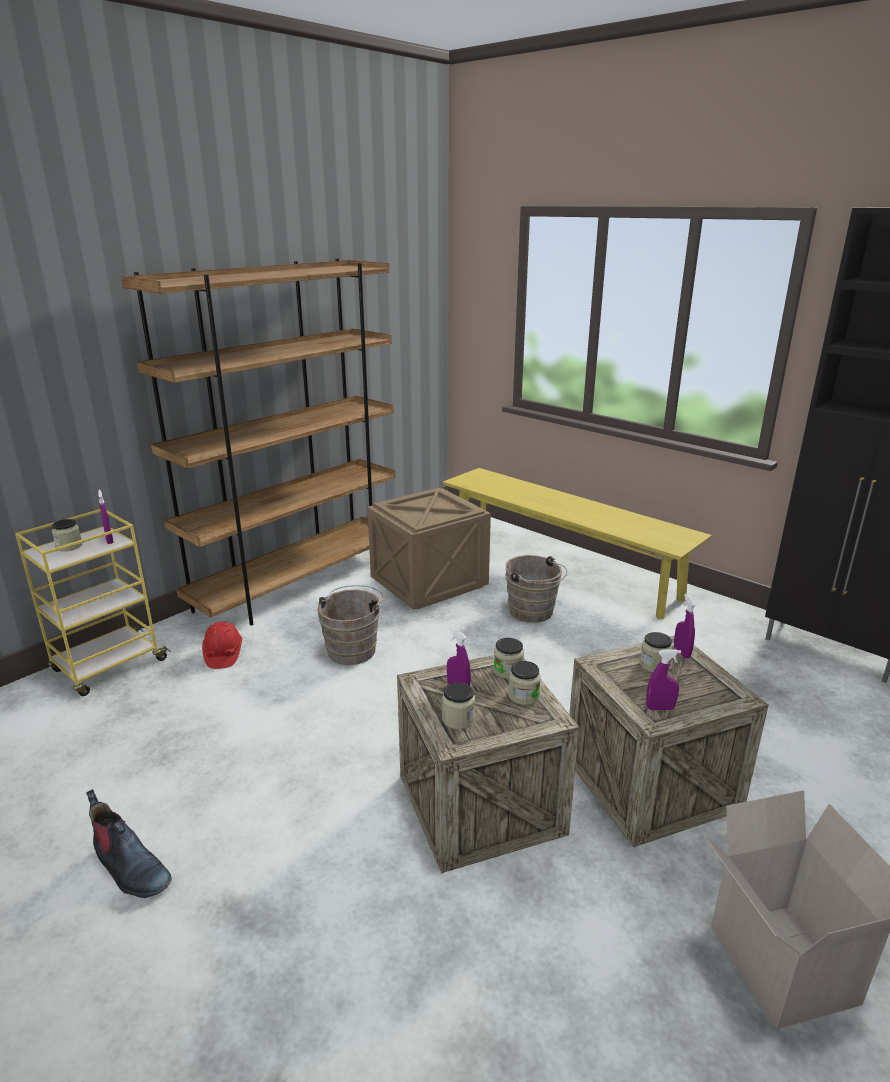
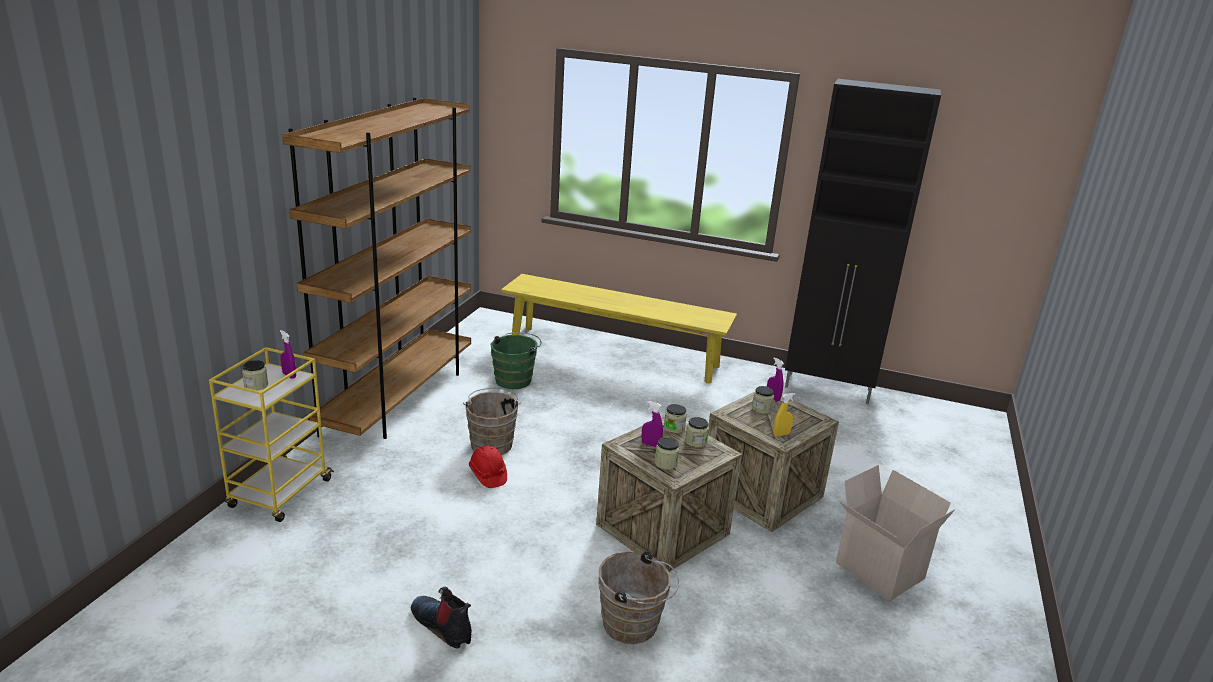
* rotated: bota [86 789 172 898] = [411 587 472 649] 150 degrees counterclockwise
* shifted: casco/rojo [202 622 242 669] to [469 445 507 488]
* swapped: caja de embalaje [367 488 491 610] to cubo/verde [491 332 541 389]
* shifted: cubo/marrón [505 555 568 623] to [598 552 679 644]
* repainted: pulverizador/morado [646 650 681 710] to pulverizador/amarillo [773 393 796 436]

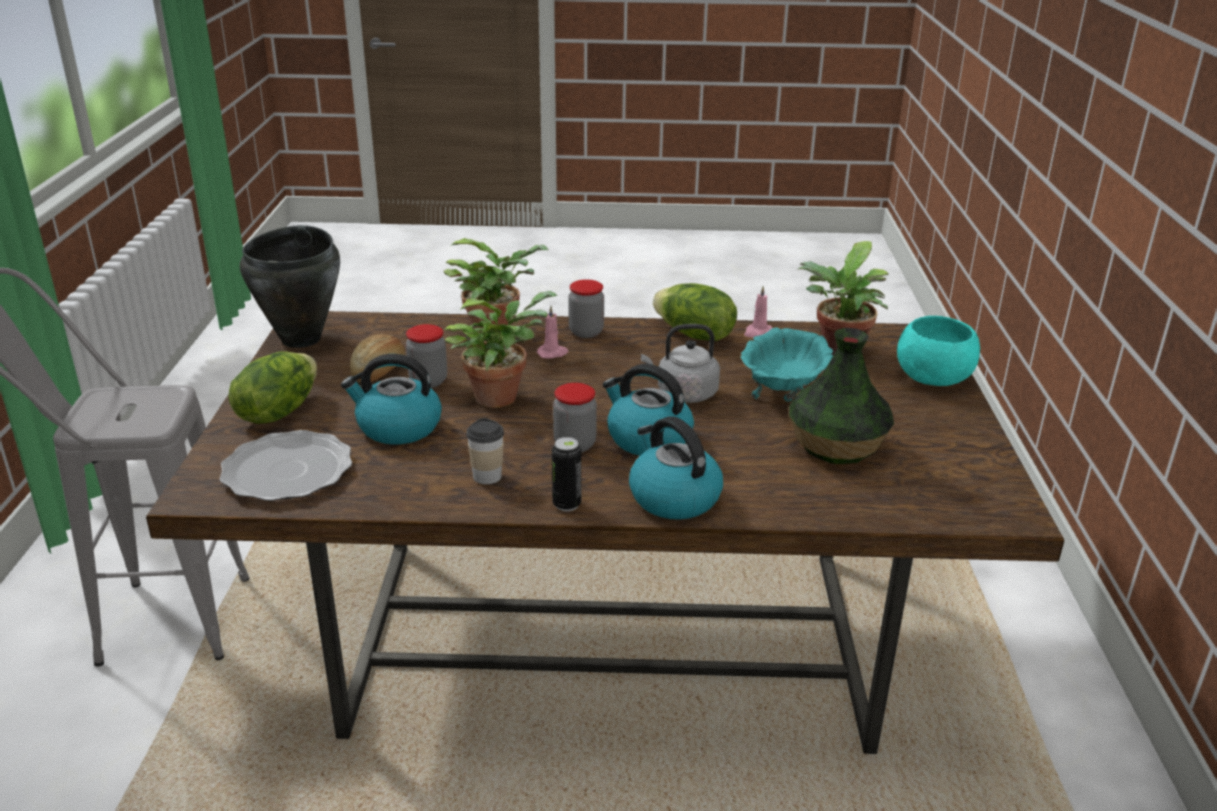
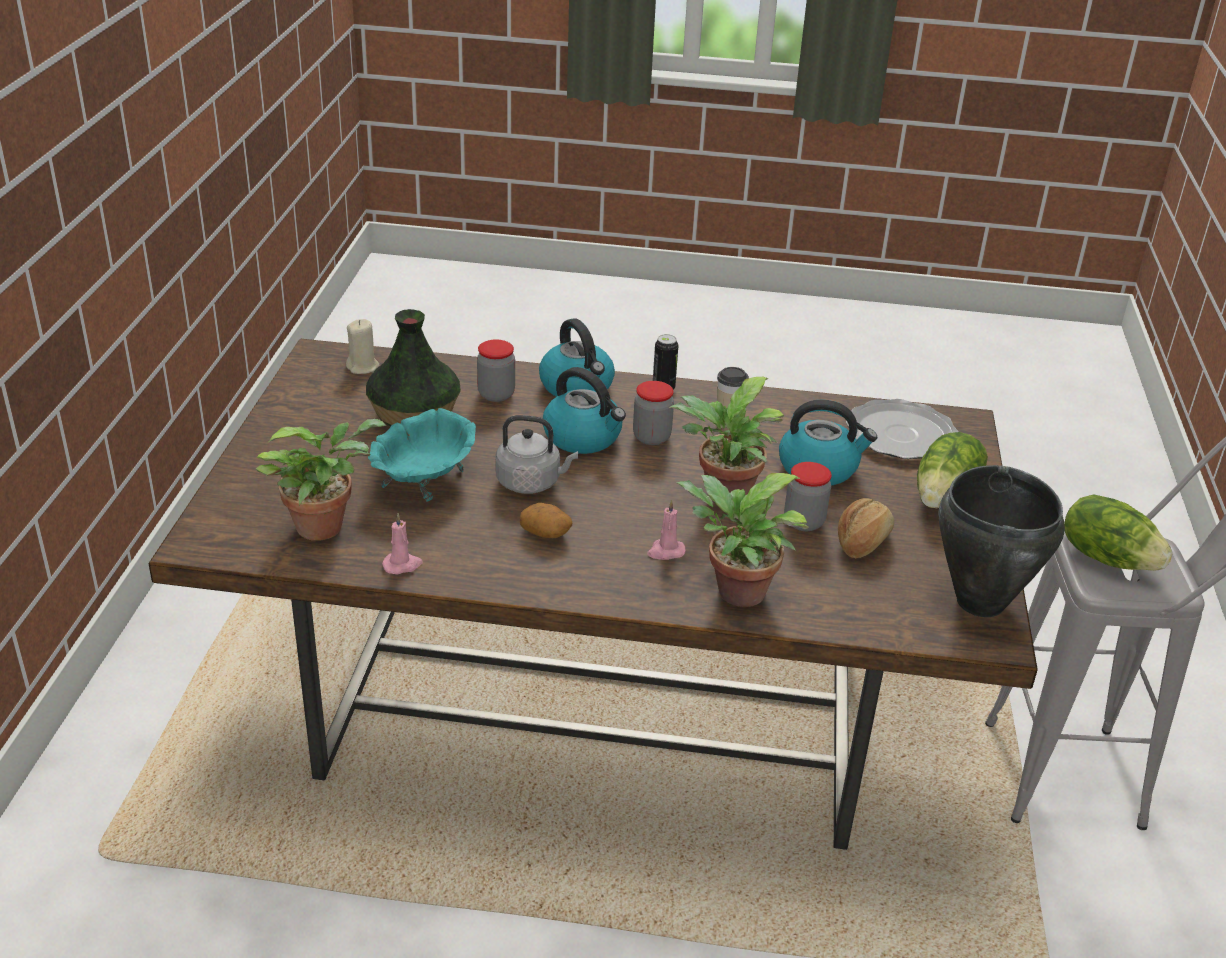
* shifted: tarro [568 279 604 338] to [477 339 515 402]
* shifted: lechuga [653 283 737 341] to [1064 494 1173 571]
* gone: cuenco/turquesa [897 316 980 386]
* new: vela/beis [346 319 380 374]
* new: patata [520 503 572 538]

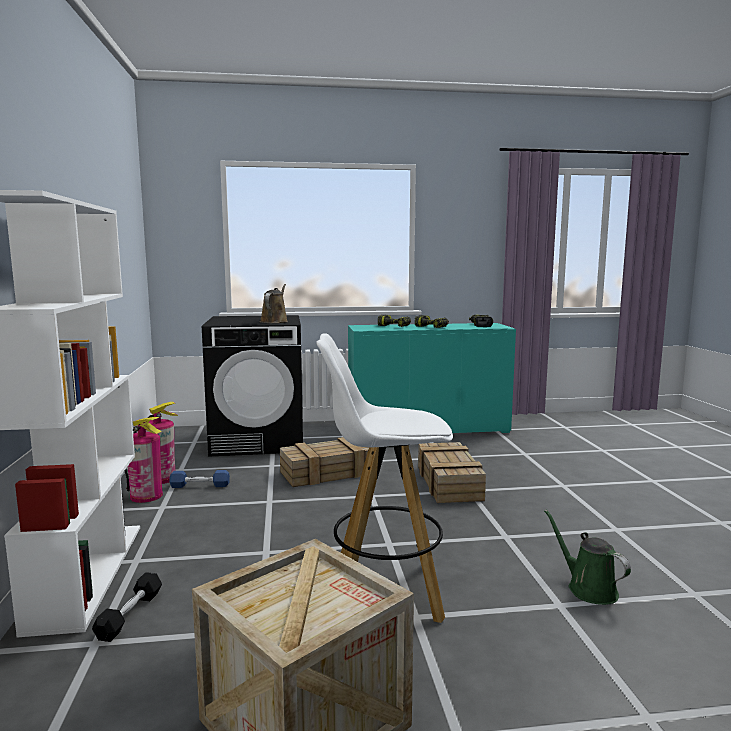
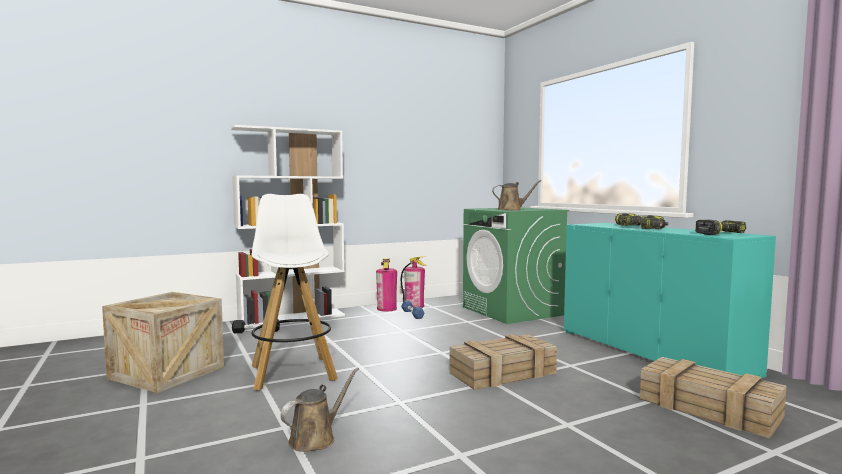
* repainted: lavadora/negro [202 315 303 457] to lavadora/verde [463 207 569 324]
* shifted: caja de embalaje [280 437 369 487] to [640 357 786 438]
* repainted: regadera/verde [544 510 631 605] to regadera/marrón [280 367 359 452]

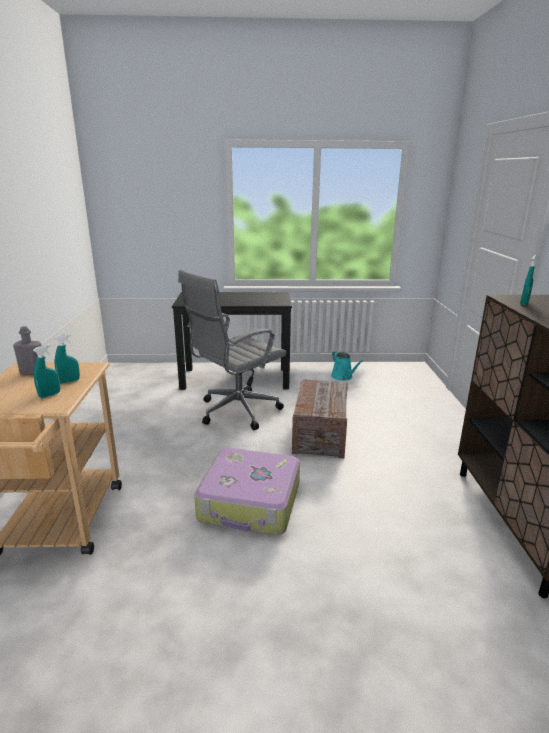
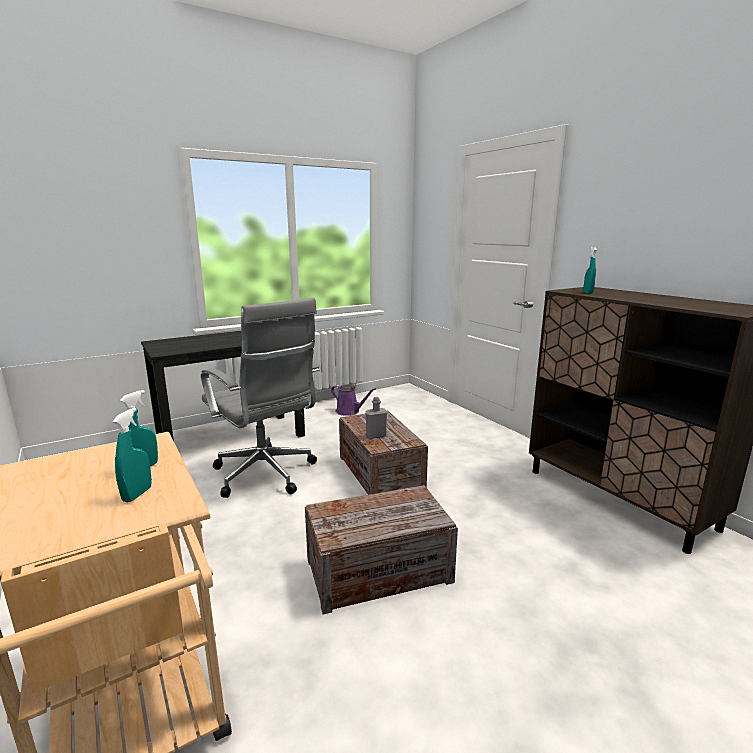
* shifted: botella/gris [13 326 41 375] to [365 397 387 439]
* rotated: silla de oficina/gris [178 270 286 430] = [201 298 320 498] 60 degrees counterclockwise
* swapped: maleta [194 448 300 535] to caja de embalaje [305 485 458 614]
* repainted: regadera/turquesa [331 351 363 381] to regadera/morado [331 385 376 416]

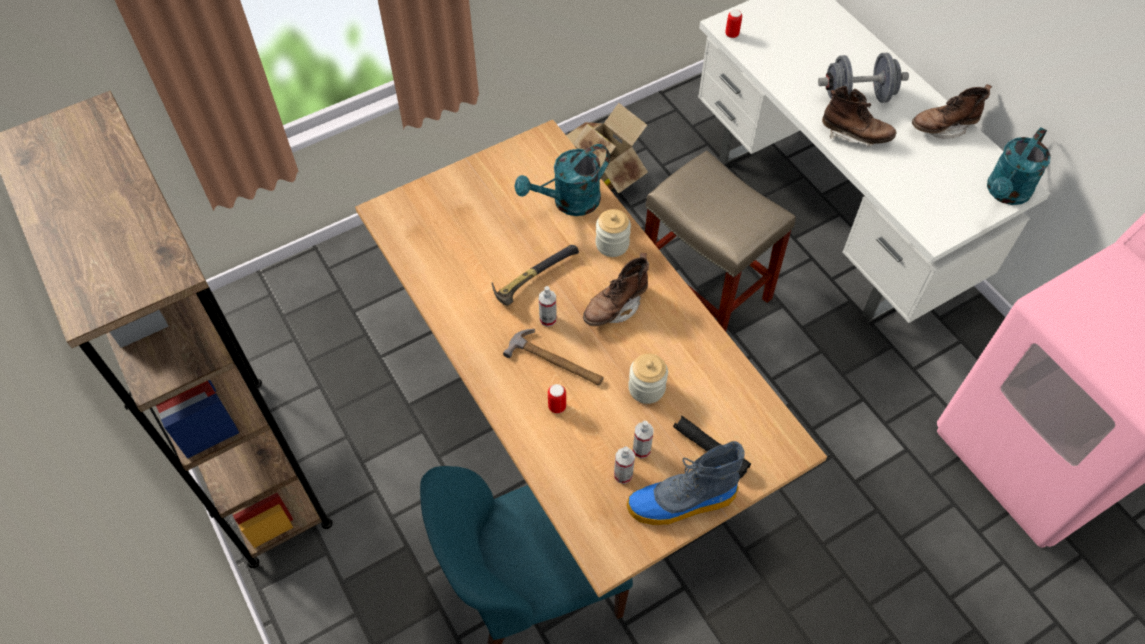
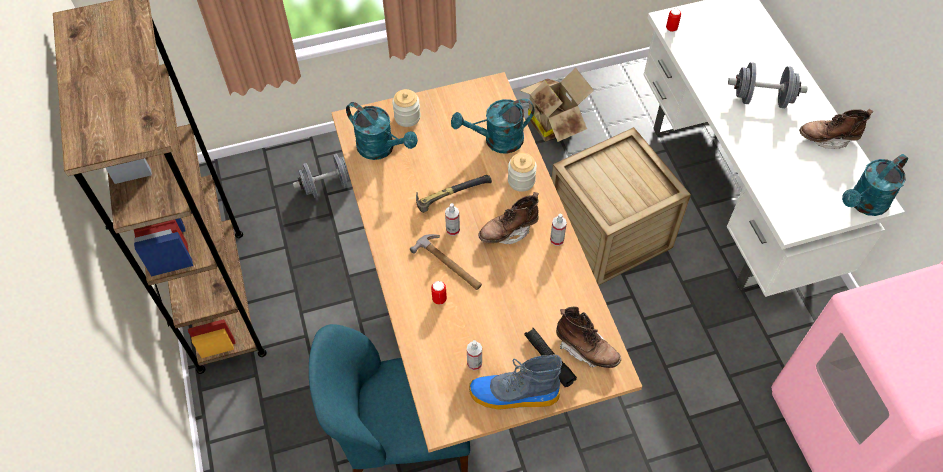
* shifted: tarro [628 354 668 404] to [392 89 421 127]
* shifted: pulverizador [633 421 654 459] to [550 214 567 246]
* swapped: taburete/beis [645 151 795 332] to caja de embalaje [551 127 691 286]
* shifted: bota/marrón [822 86 897 147] to [556 306 621 368]
* new: mancuerna/gris [293 154 351 198]
* new: regadera/turquesa [346 102 418 160]

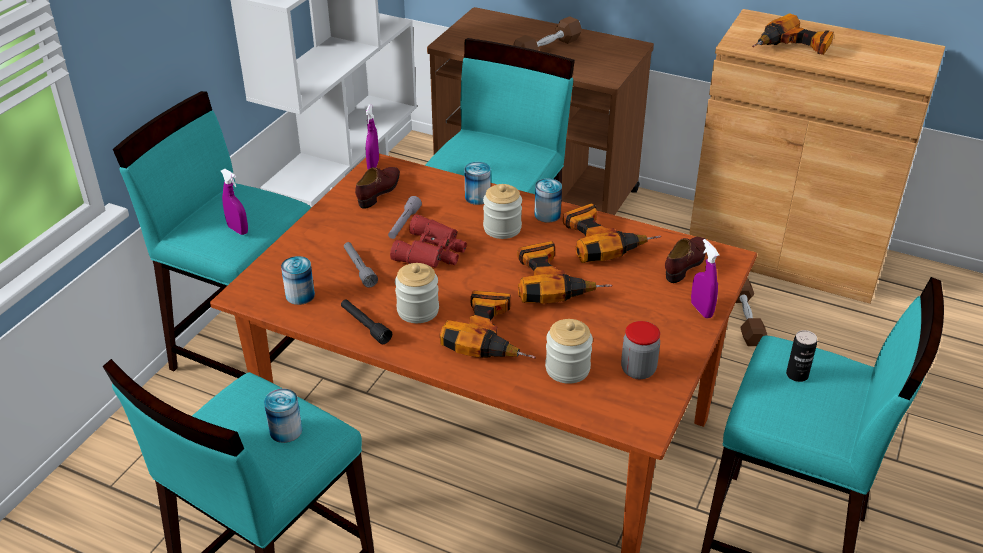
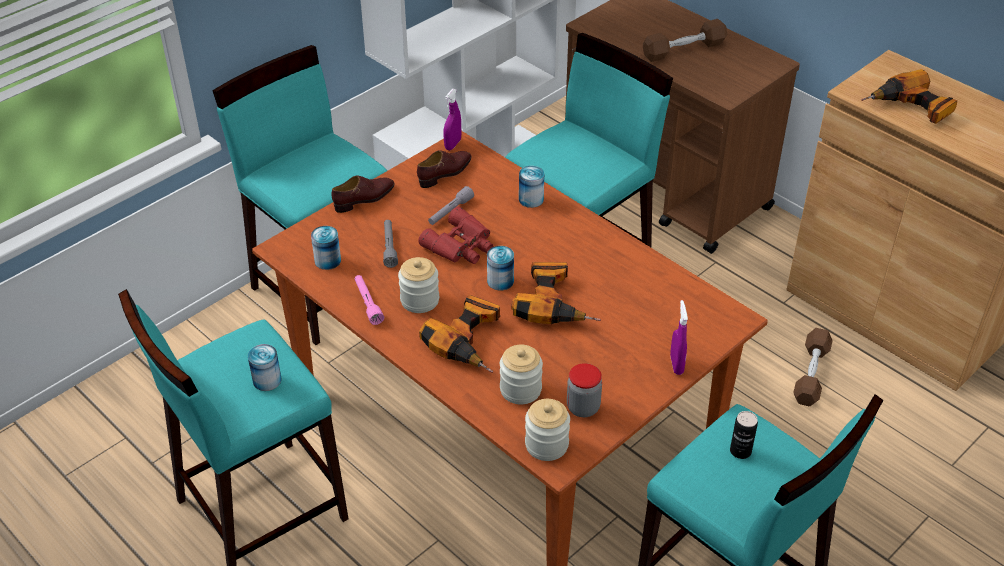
* gone: pulverizador/morado [221 169 248 235]
* repainted: linterna/negro [341 299 392 344] to linterna/rosa [355 275 384 325]
* shifted: tarro [483 184 522 239] to [525 399 570 461]
* shifted: lata [534 178 562 223] to [487 246 514 291]
* gone: taladro [563 203 661 263]
* shifted: zapato/marrón [665 237 706 283] to [332 175 395 213]

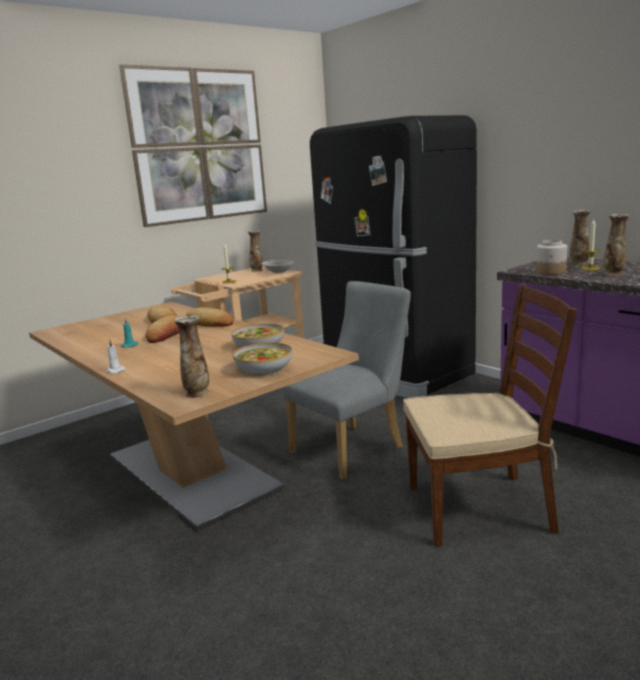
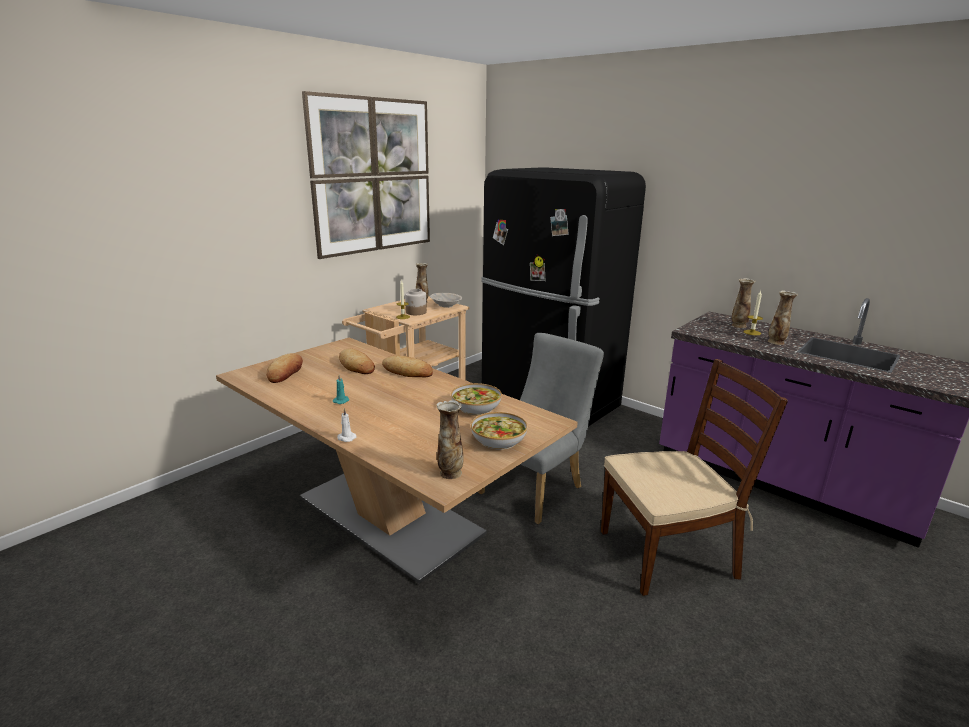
* shifted: pan [145 316 180 343] to [266 353 303 383]
* shifted: tarro [536 240 567 275] to [405 289 427 315]

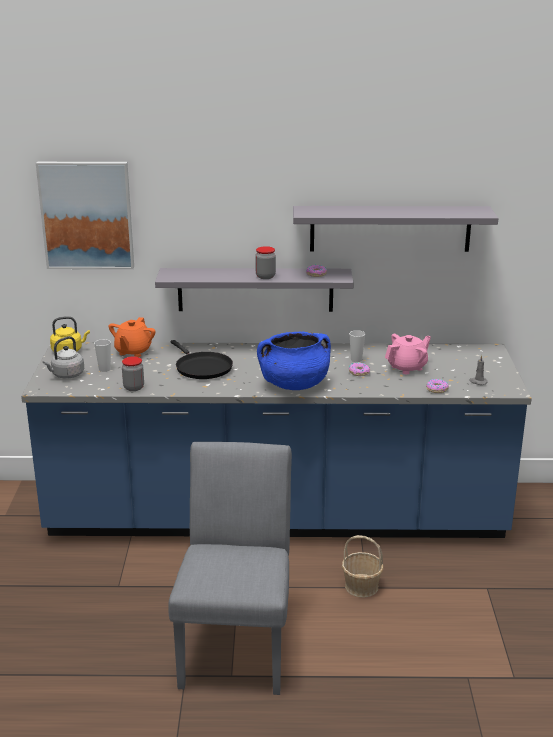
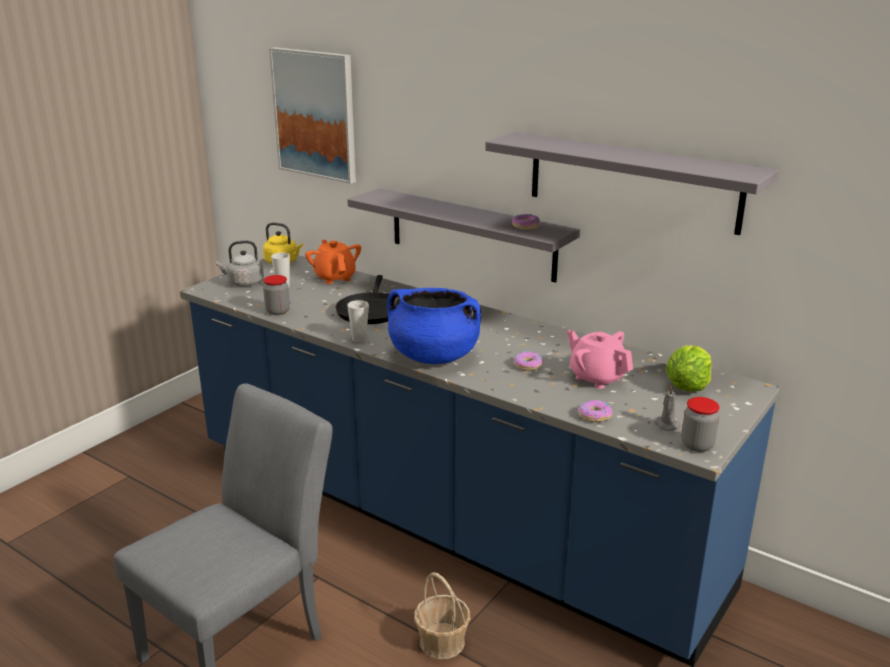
* rotated: tetera/naranja [109 317 155 357] = [305 240 361 284] 105 degrees clockwise
* shifted: tarro [255 246 276 279] to [681 397 720 452]
* shifted: taza [350 330 365 362] to [347 300 369 342]
* rotated: tetera/rosa [385 334 431 374] = [567 330 633 389] 135 degrees counterclockwise
* new: lechuga [666 345 712 391]

